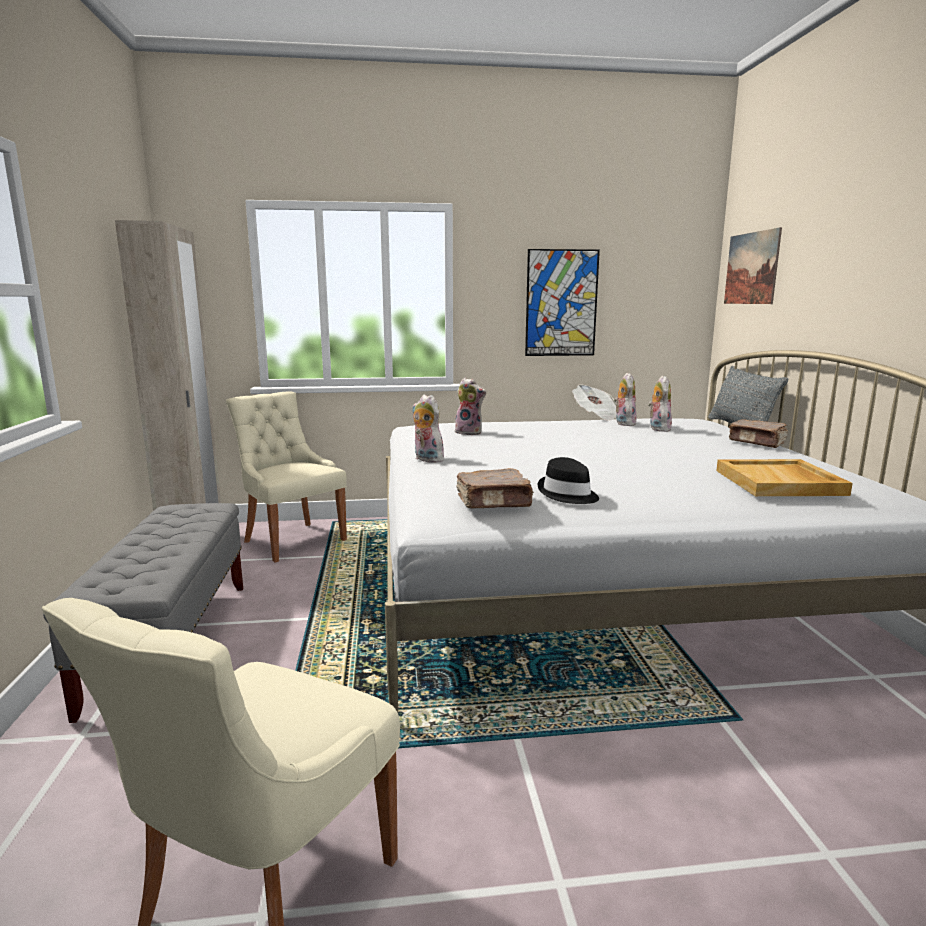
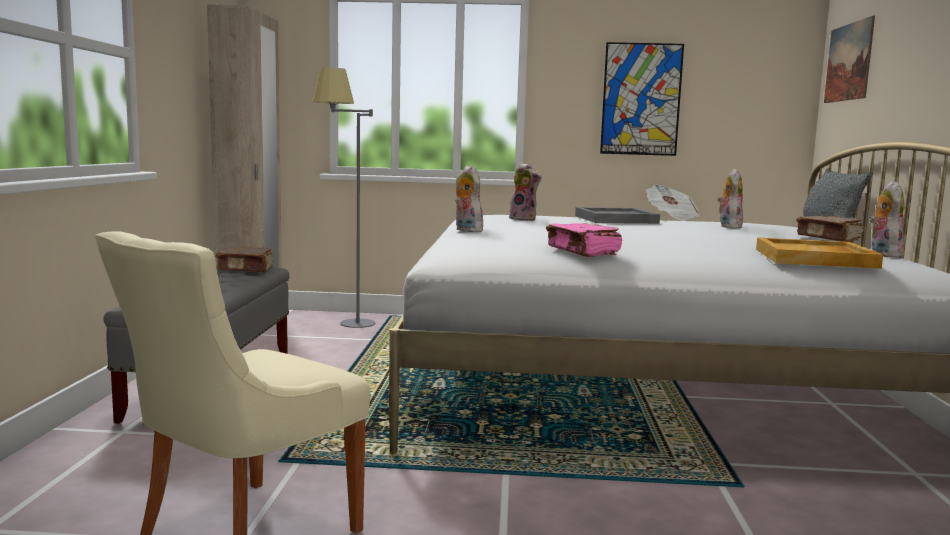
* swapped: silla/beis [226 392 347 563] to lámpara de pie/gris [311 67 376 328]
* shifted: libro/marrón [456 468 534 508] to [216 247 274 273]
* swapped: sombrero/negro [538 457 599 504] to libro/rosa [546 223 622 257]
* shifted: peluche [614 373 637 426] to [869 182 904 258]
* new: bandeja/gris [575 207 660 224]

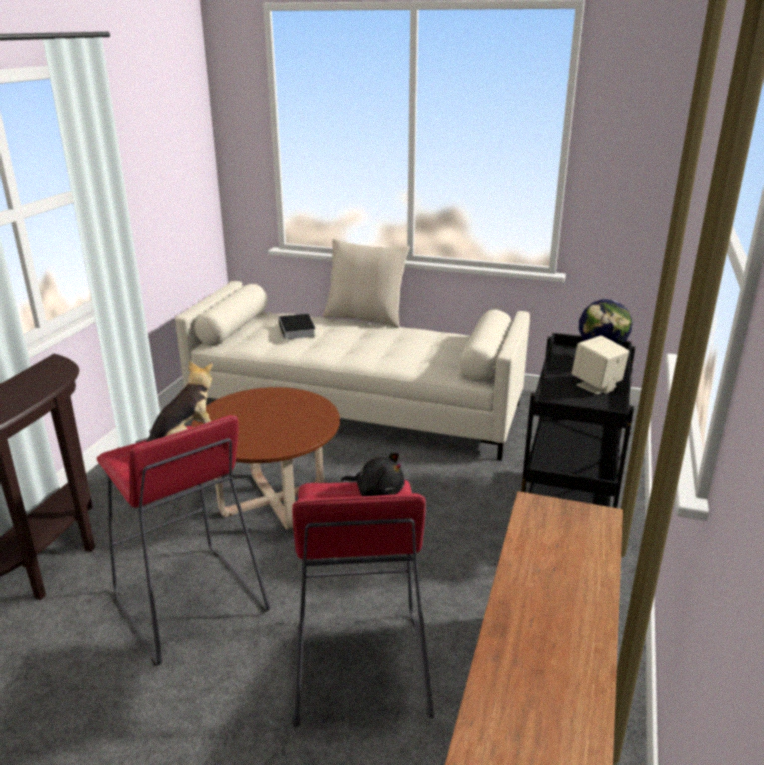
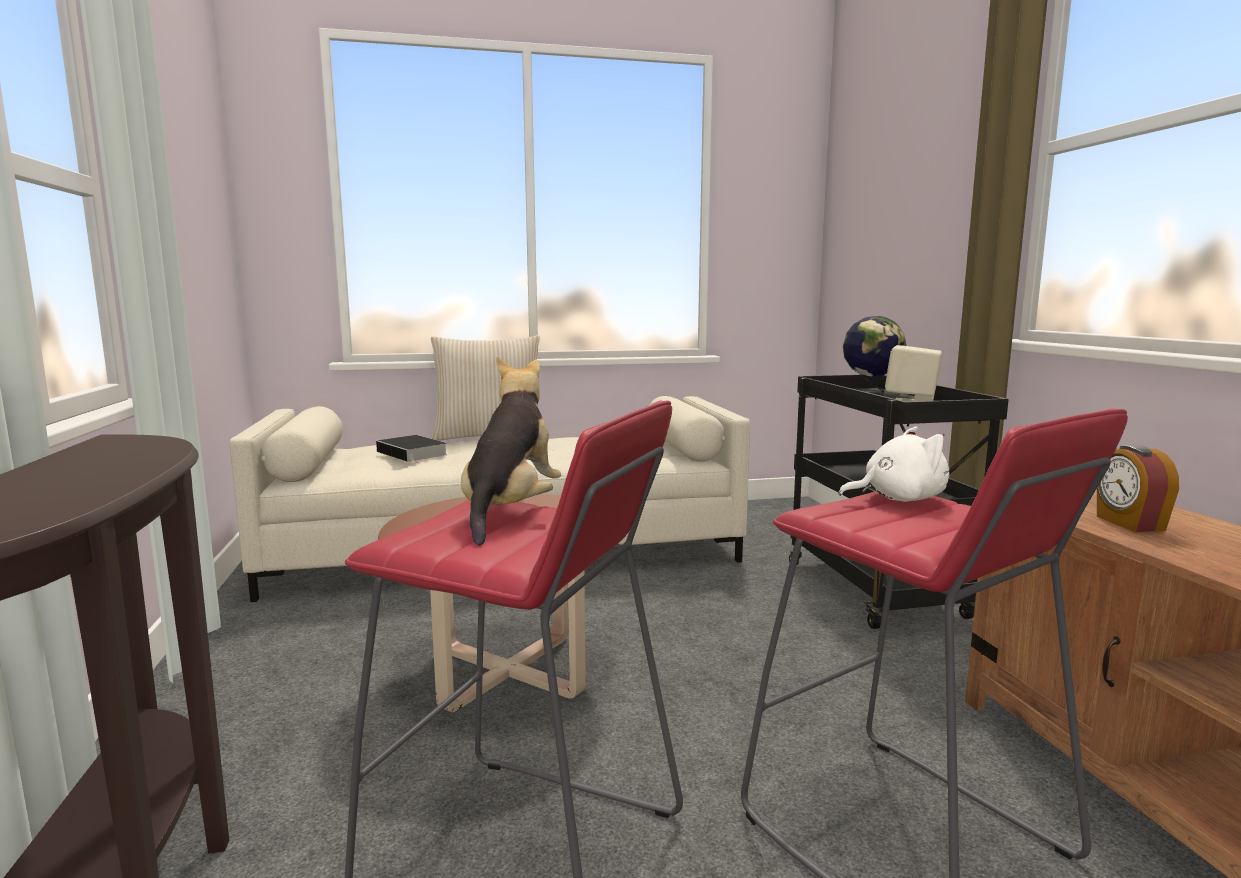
* repainted: peluche/negro [341 452 405 496] to peluche/blanco [839 427 949 502]
* new: despertador [1097 445 1179 532]

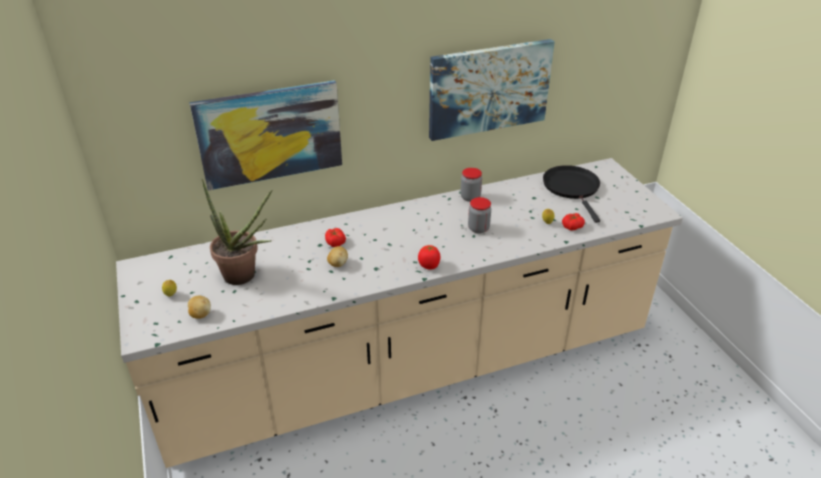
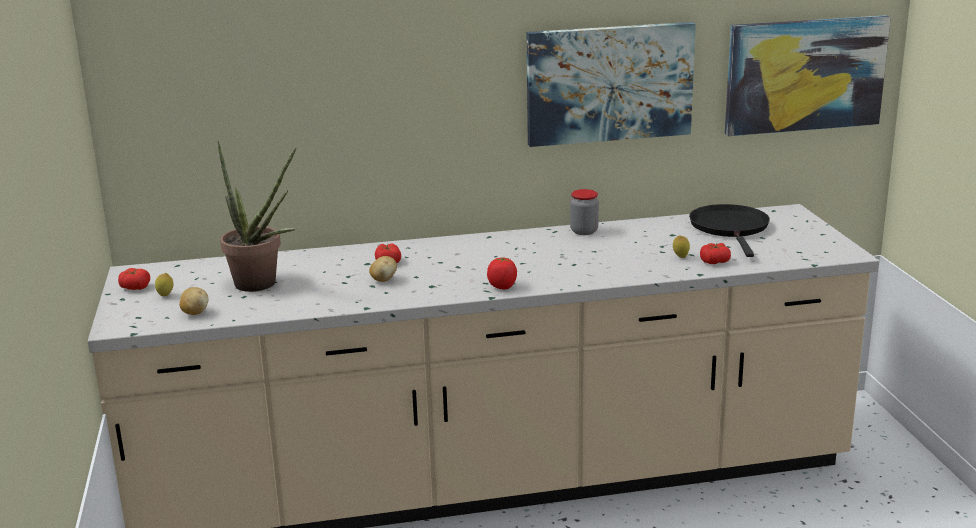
* shifted: cuadro [189 80 342 191] to [725 15 891 136]
* gone: tarro [468 197 491 233]
* new: tomate [118 268 150 290]

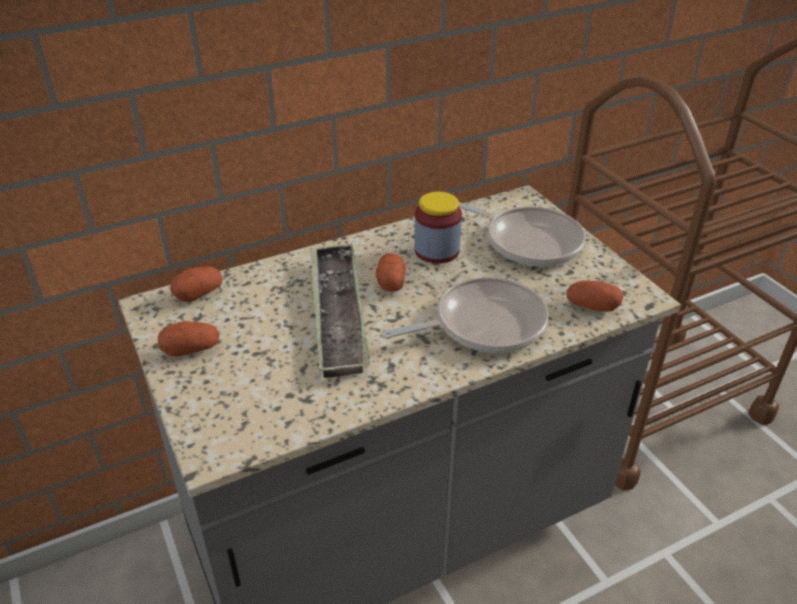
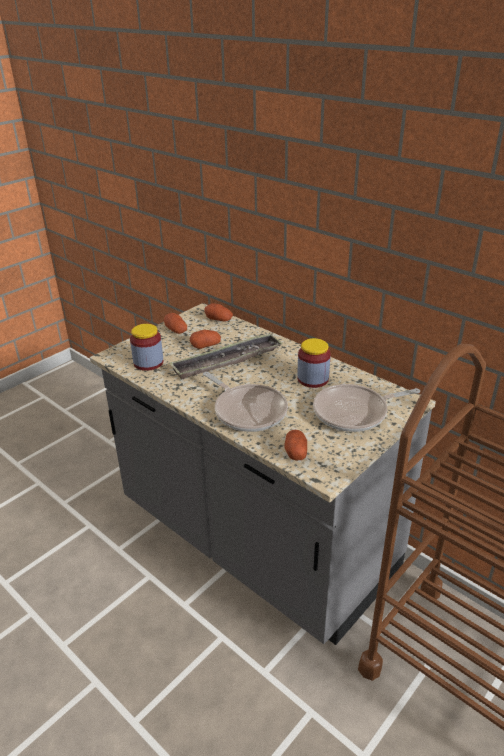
* shifted: patata [376 253 406 292] to [190 330 221 349]
* rotated: sartén [459 202 586 266] = [313 384 420 432] 60 degrees clockwise
* new: tarro [130 324 163 371]

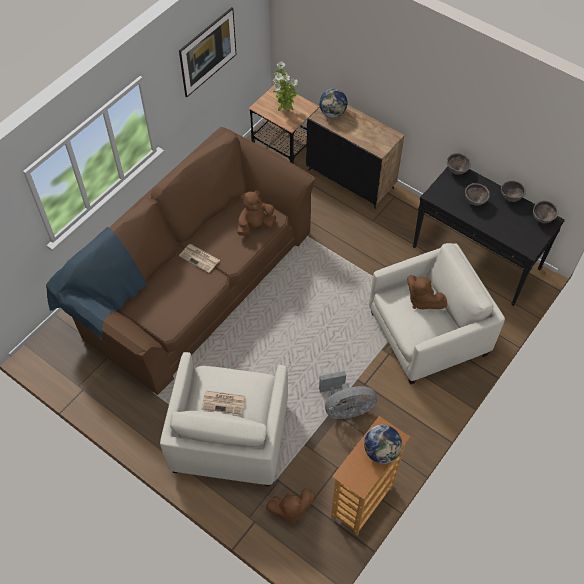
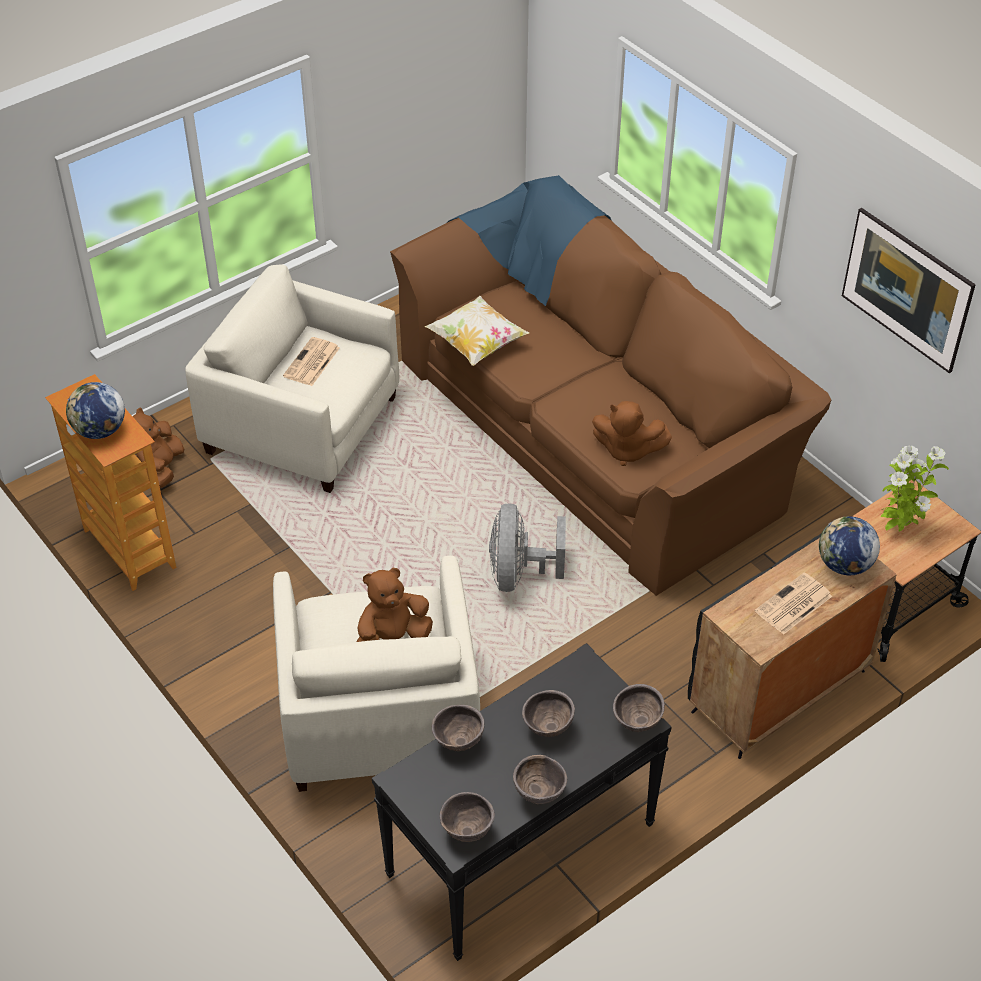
* shifted: periódico [179 244 220 273] to [755 573 832 635]
* rotated: peluche/marrón [237 190 276 236] = [592 401 672 466] 120 degrees clockwise
* shifted: ventilador/gris [319 371 377 419] to [489 503 566 592]
* new: cojín [424 296 529 366]
* new: cuenco/marrón [431 705 485 752]

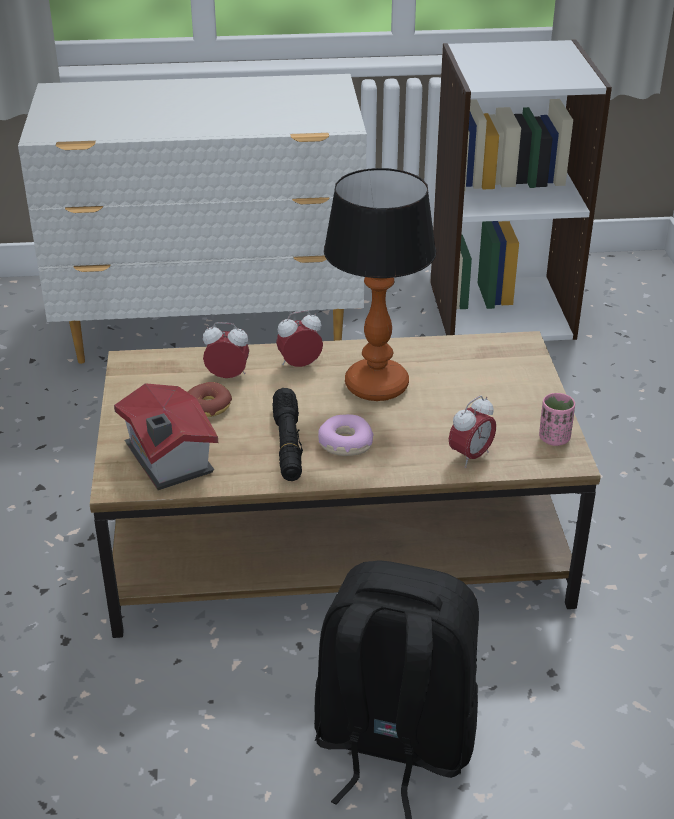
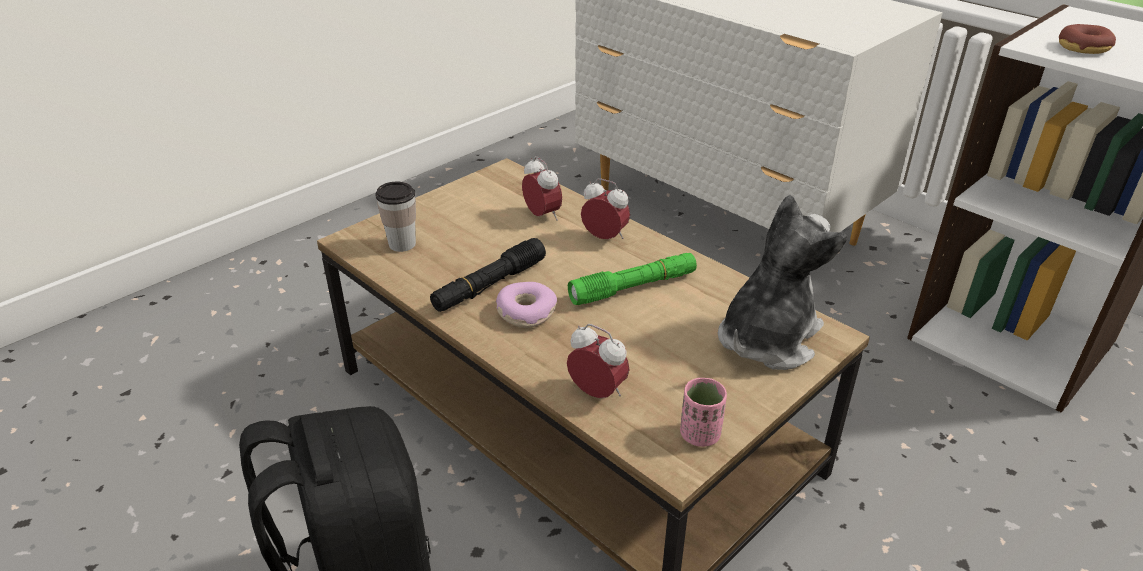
* swapped: casita [114 383 218 490] to taza [375 182 416 252]
* shifted: rosquilla [188 382 232 417] to [1059 24 1116 54]
* swapped: lámpara de mesa [324 168 436 401] to linterna/verde [568 253 697 305]
* rotated: despertador [449 396 496 468] = [567 324 629 398] 150 degrees counterclockwise
* new: peluche [718 195 847 370]

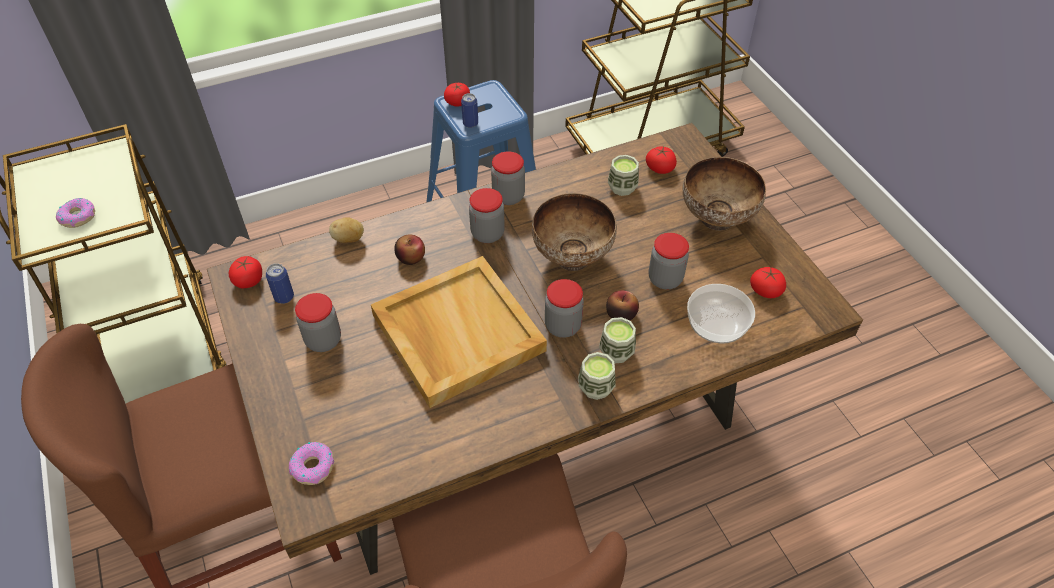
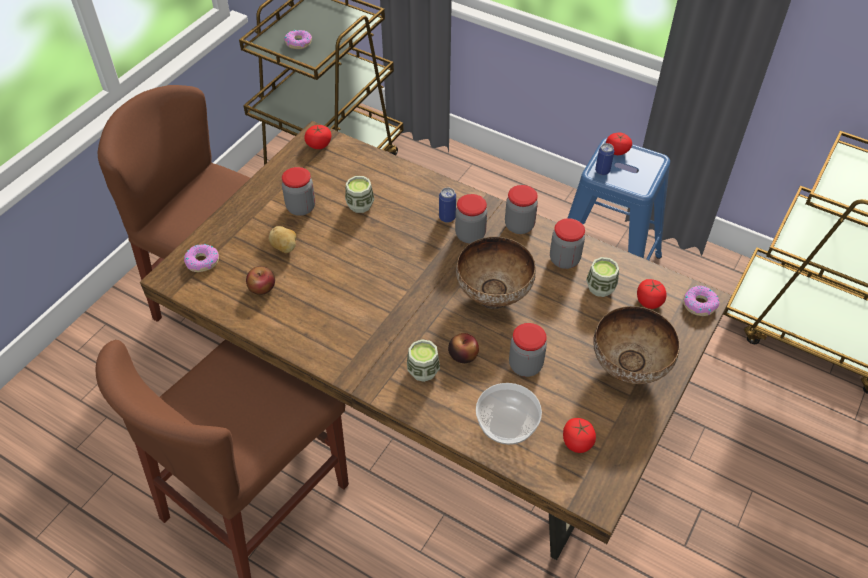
* shifted: lata [266 263 294 304] to [439 187 456 223]
* shifted: patata [329 217 364 243] to [269 226 296 253]
* gone: bandeja/beis [371 256 547 408]
* shifted: manzana [394 235 425 265] to [246 266 275 295]
* shifted: tarro [545 279 584 338] to [550 218 585 269]
* shifted: taza [578 352 616 400] to [345 176 374 213]
* new: rosquilla [683 286 720 316]

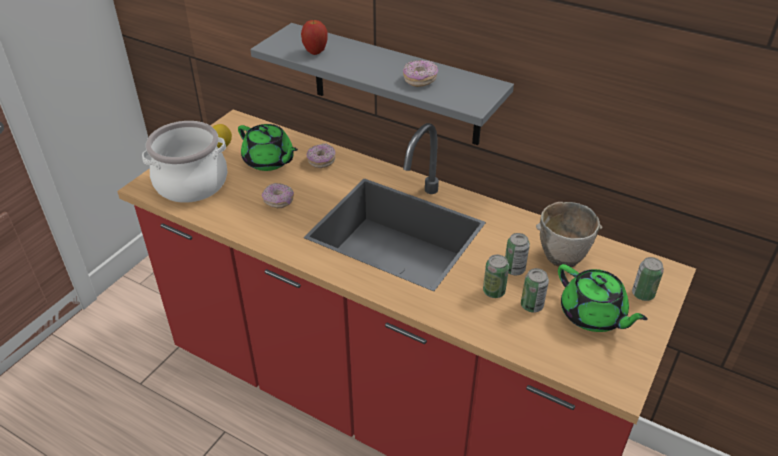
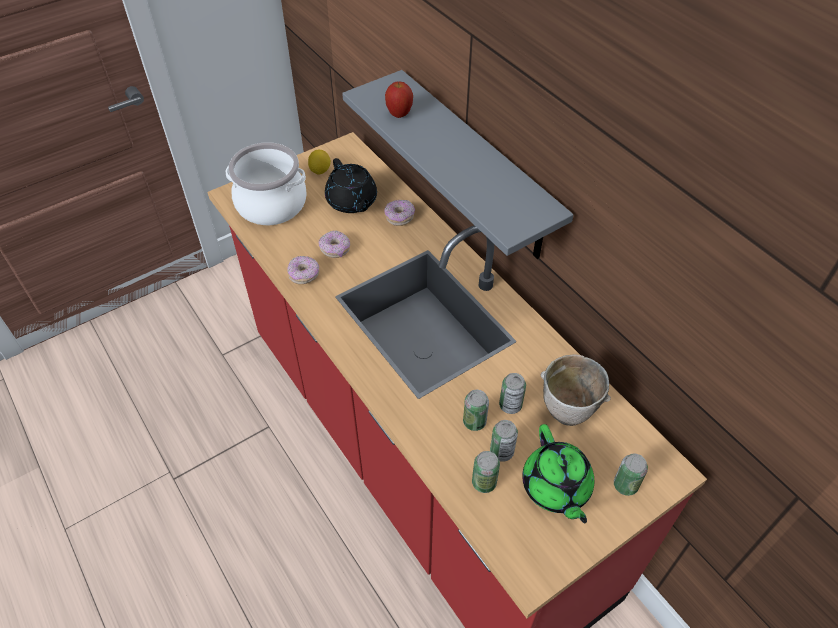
* repainted: tetera/verde [238 124 298 171] to tetera/negro [325 158 377 213]
* shifted: rosquilla [403 60 438 87] to [287 256 319 284]
* new: lata [472 451 500 493]

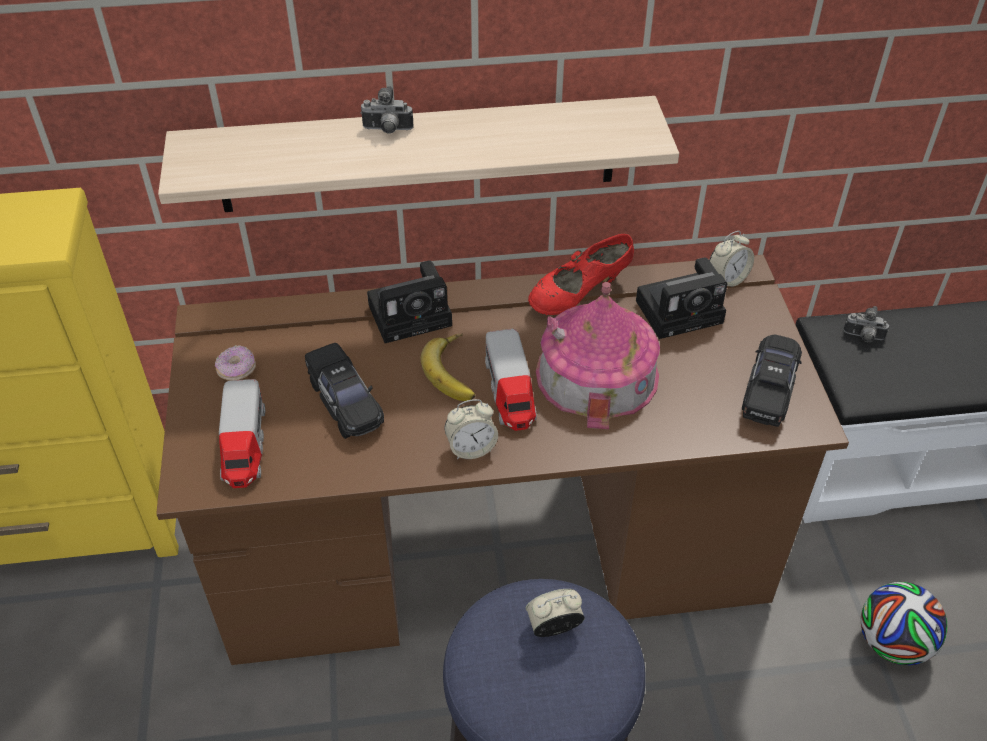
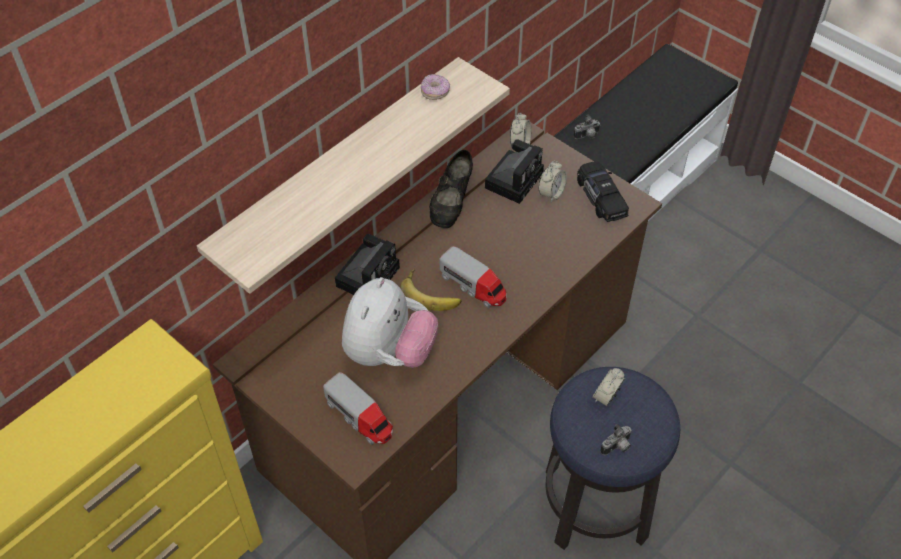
* shifted: rosquilla [215 345 256 380] to [421 74 450 100]
* swapped: coche de juguete/negro [305 343 384 439] to peluche [342 277 438 368]
* shifted: cámara [360 86 414 134] to [600 424 632 455]
* shifted: despertador [445 399 498 459] to [538 160 567 203]
* repainted: zapato/rojo [528 234 634 315] to zapato/negro [429 150 473 228]
* gone: casita [536 282 660 429]
* gone: balón de fútbol [861 582 947 665]

